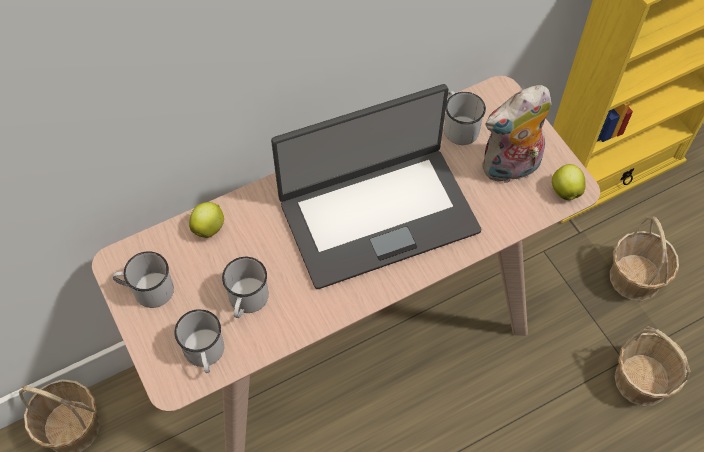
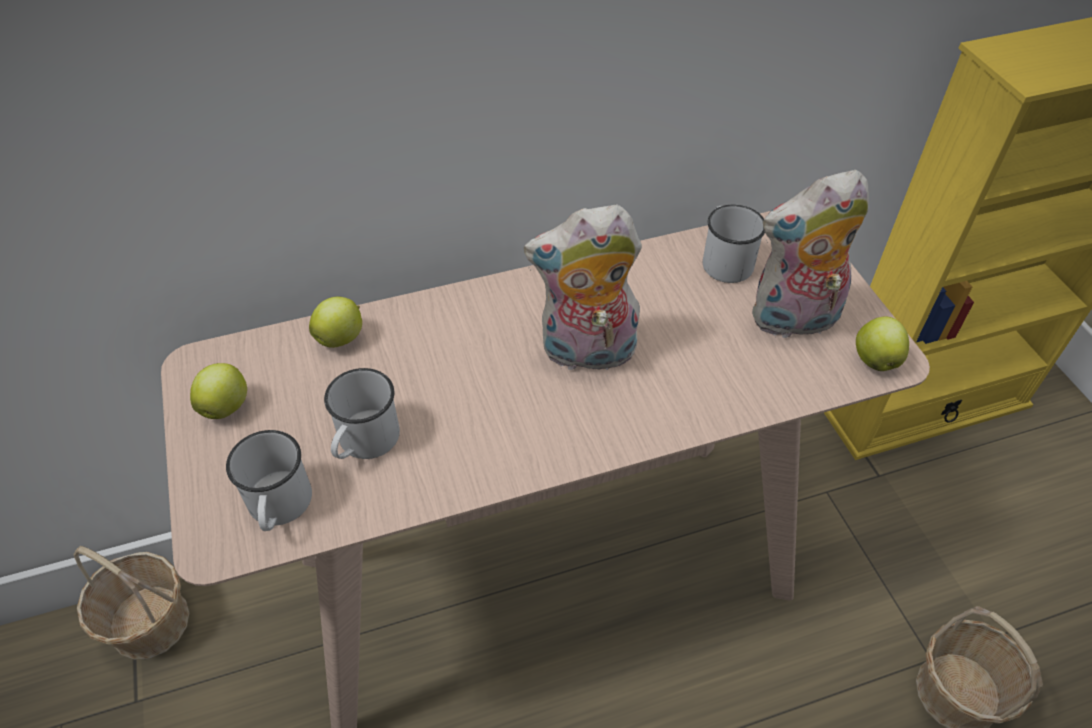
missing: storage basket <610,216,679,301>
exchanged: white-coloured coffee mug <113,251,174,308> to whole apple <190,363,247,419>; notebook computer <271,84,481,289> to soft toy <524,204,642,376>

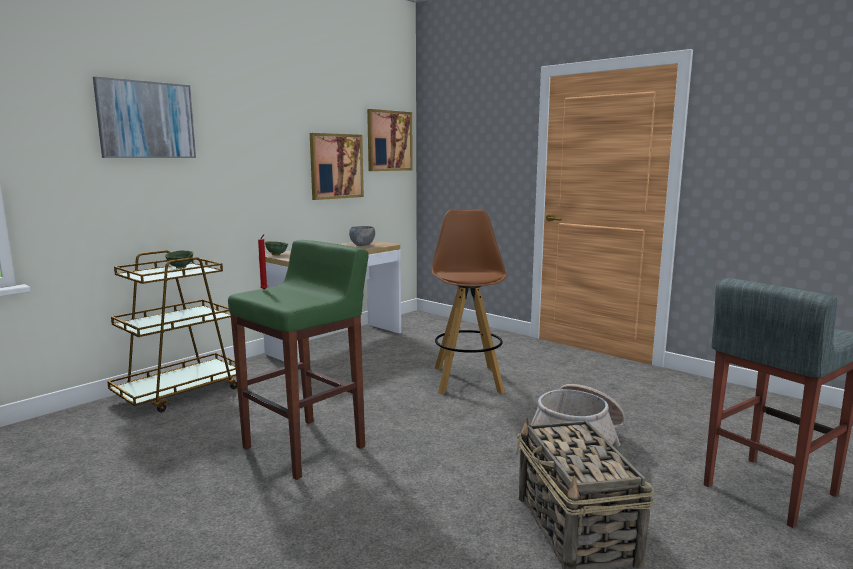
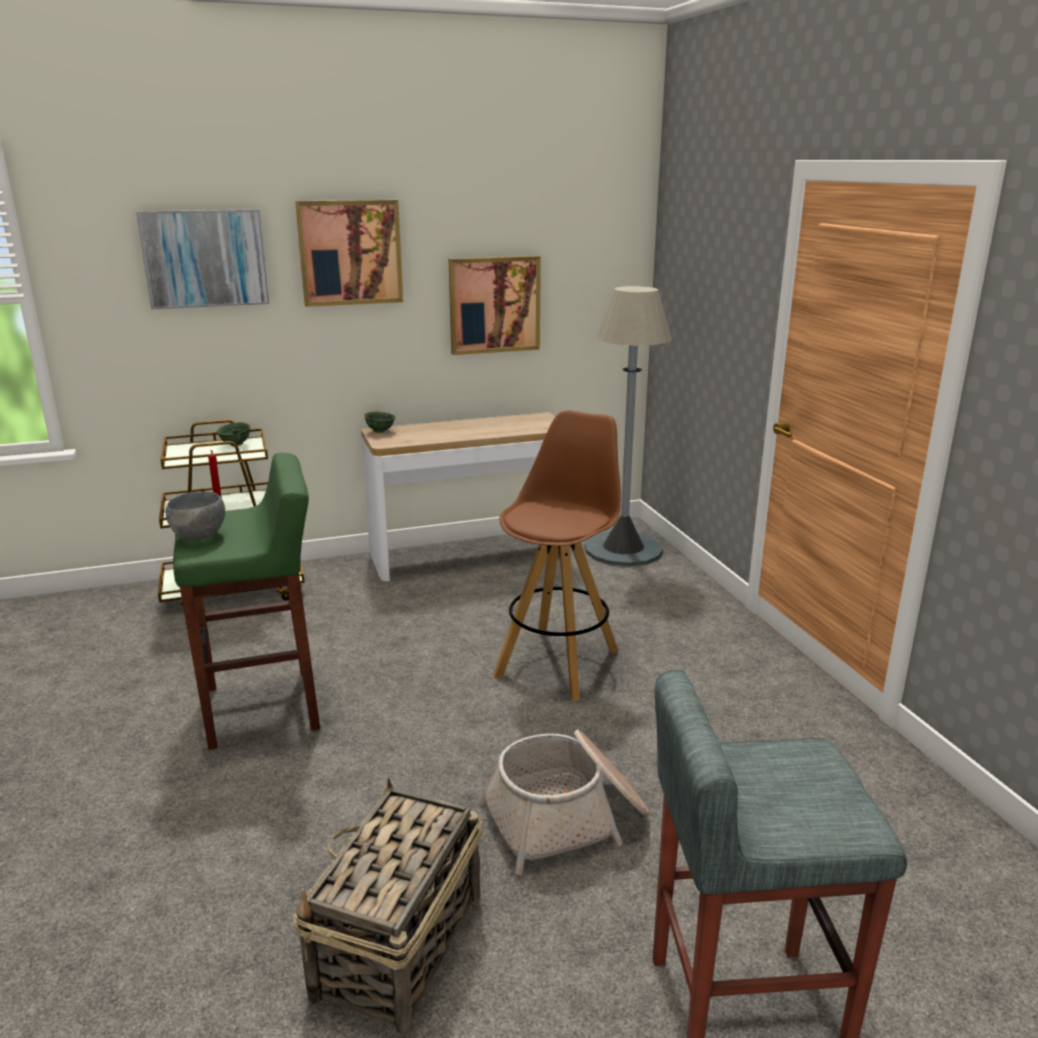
appeared: greyish standing lamp <585,286,672,567>
relocated: greyish bowl <349,226,375,246> to <165,492,225,541>; wall art <367,109,413,171> to <295,200,403,307>

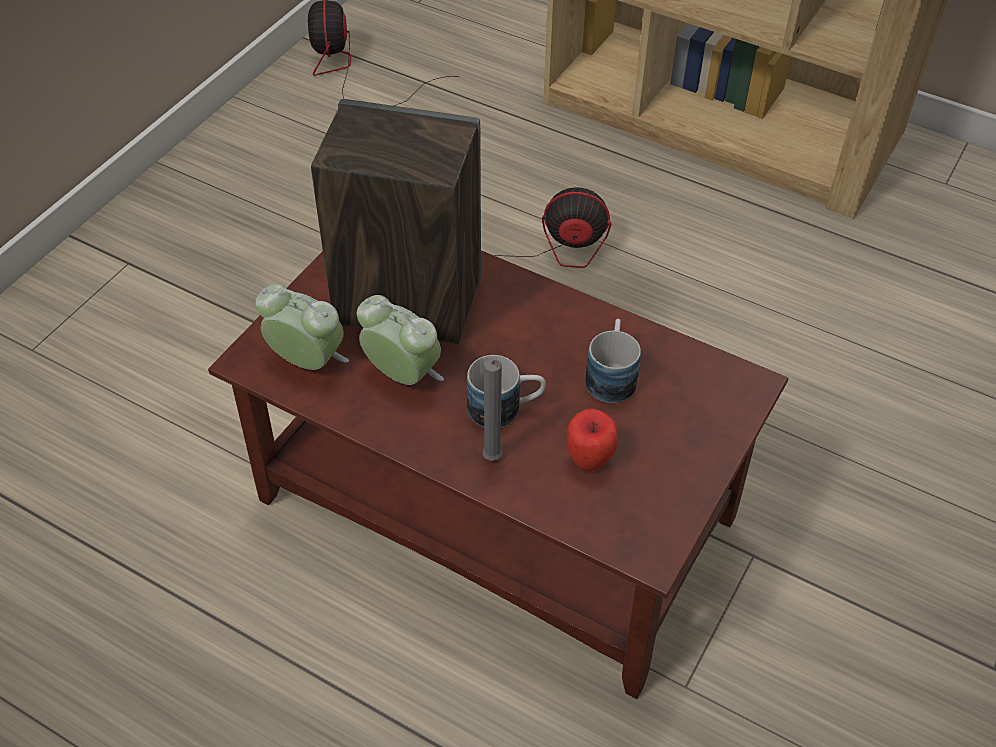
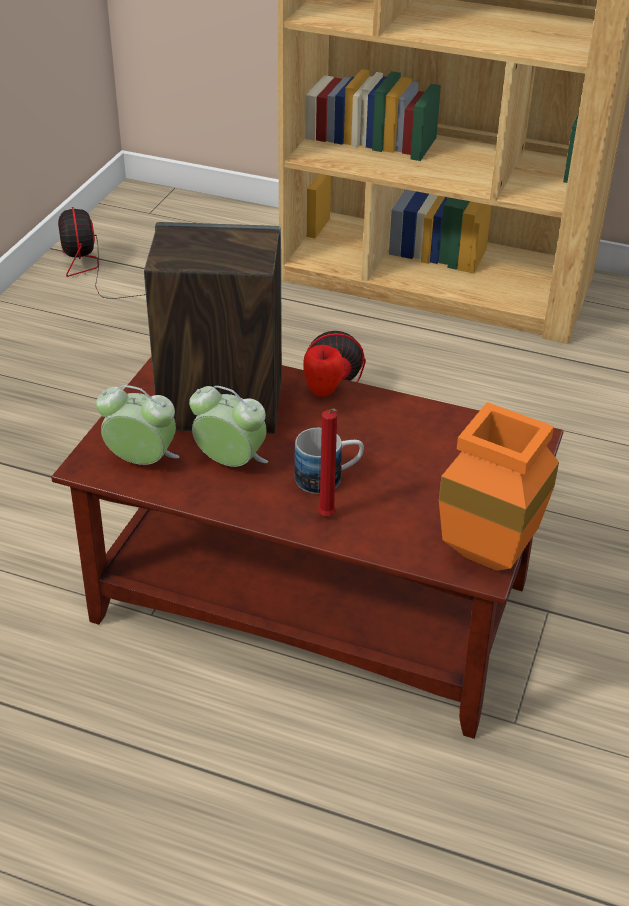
missing: coffee mug <585,319,641,403>
appeared: orange vase <439,402,559,571>
relocated: whole apple <567,408,618,472> to <303,345,344,397>
colour: greyish wax light <482,358,502,461> to red wax light <318,408,337,516>

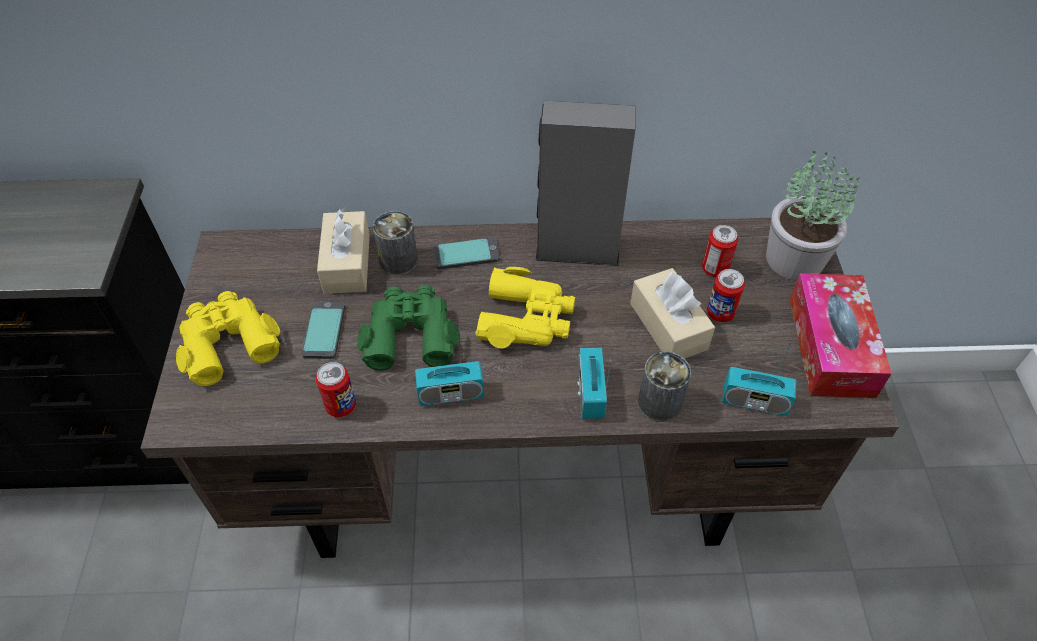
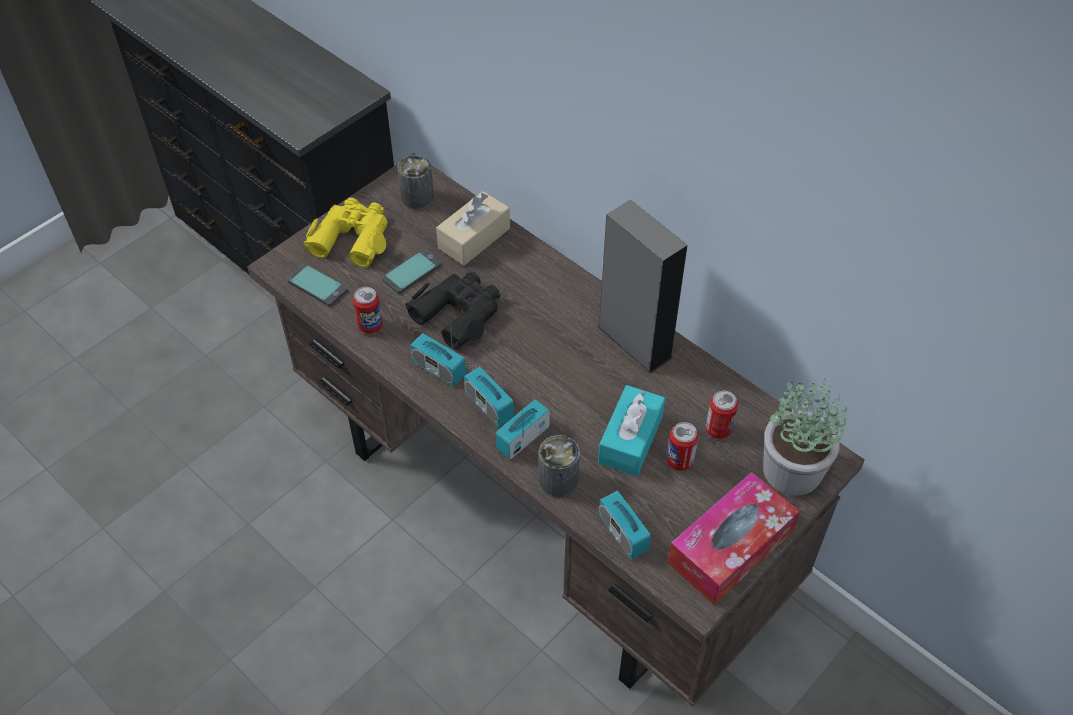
missing: yellow-coloured pair of binoculars <475,267,575,348>
appeared: radio set <464,363,514,427>
relocated: can <373,211,418,276> to <398,155,434,210>; handset <433,237,500,269> to <287,264,348,306>
colour: green-coloured pair of binoculars <357,285,460,371> to black-coloured pair of binoculars <405,272,500,349>; sand-coloured tissue holder <630,268,715,359> to blue-green tissue holder <598,385,665,476>

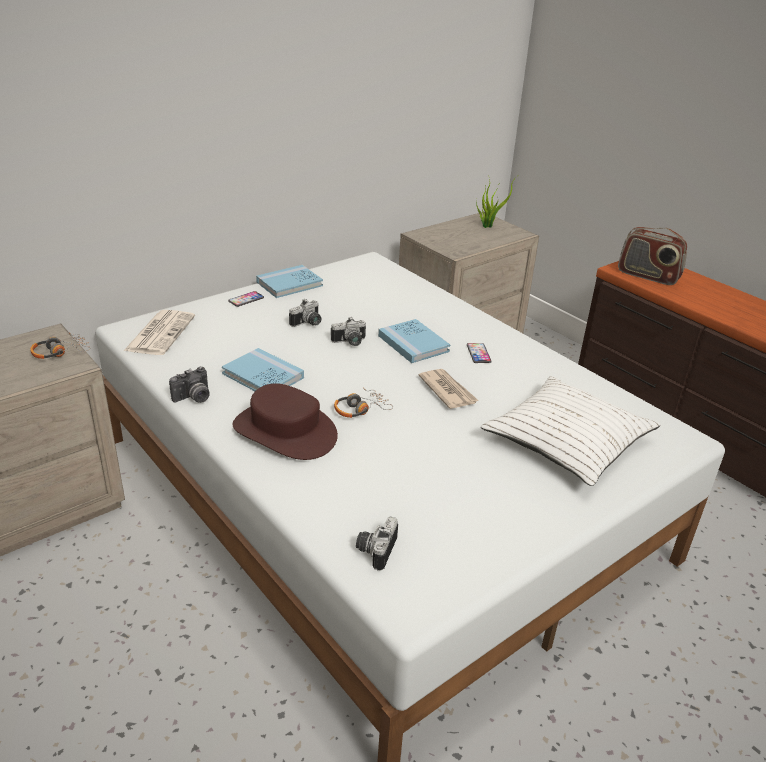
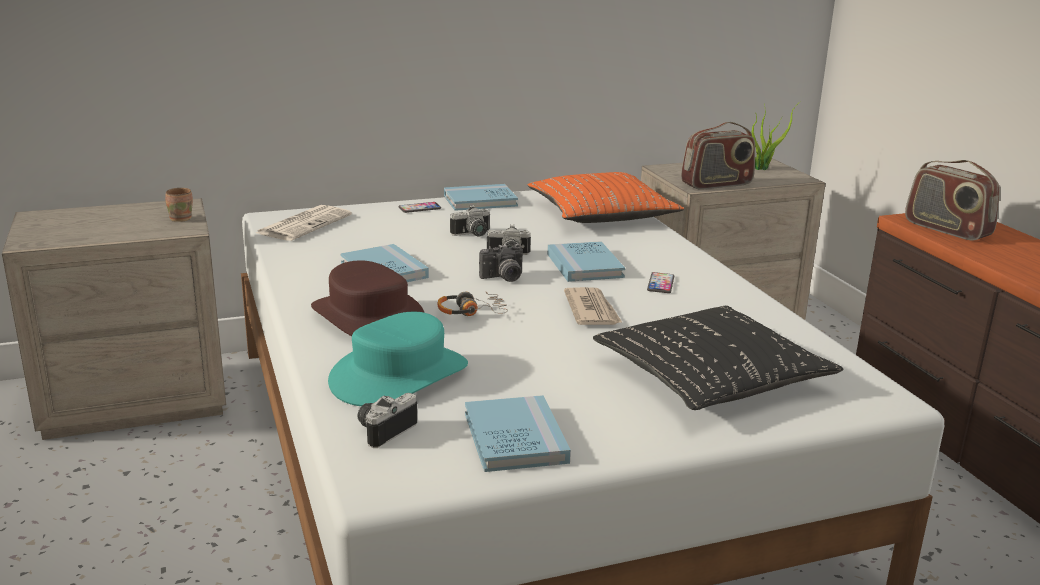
appeared: blue-green wearable hat <328,312,468,406>; blue book <465,395,571,472>; orange cushion <527,172,684,223>; radio set <681,122,755,189>
relocated: still camera <169,367,210,403> to <479,244,523,282>
exchanged: headset <30,332,89,359> to brownish coffee mug <165,188,193,222>
colour: white-coloured cushion <481,376,661,486> to black-coloured cushion <593,305,843,410>

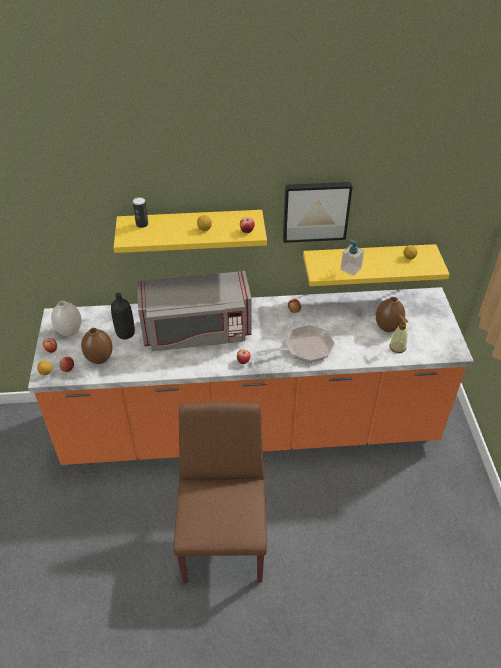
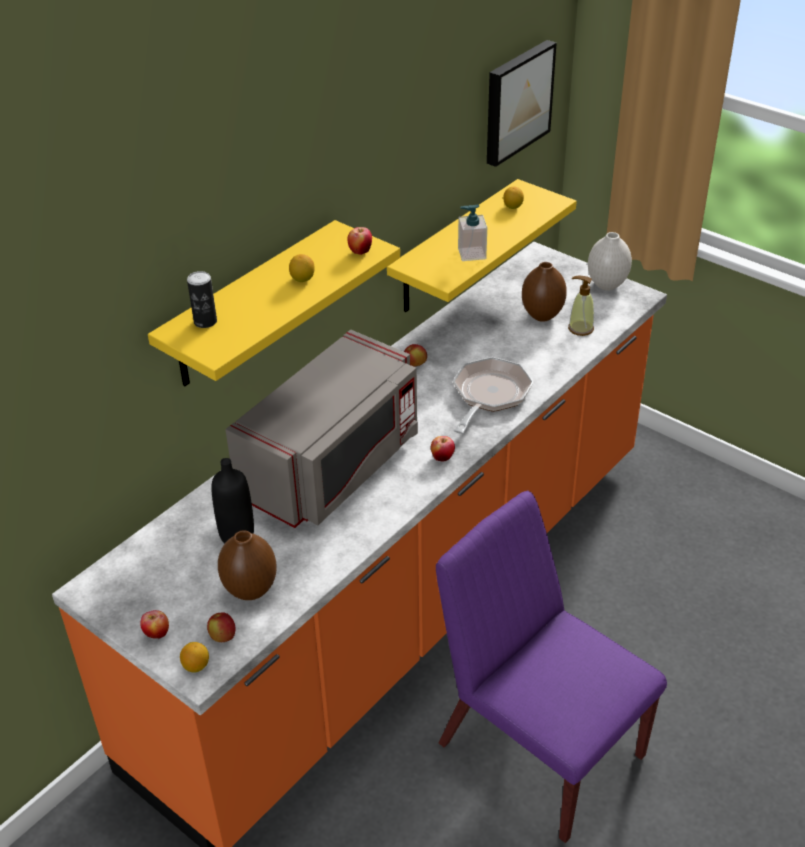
relocated: white-coloured vase <51,301,82,336> to <588,232,632,291>; wall art <283,182,353,243> to <487,40,557,167>
colour: brownish chair <173,402,267,583> to purple-coloured chair <436,491,667,843>

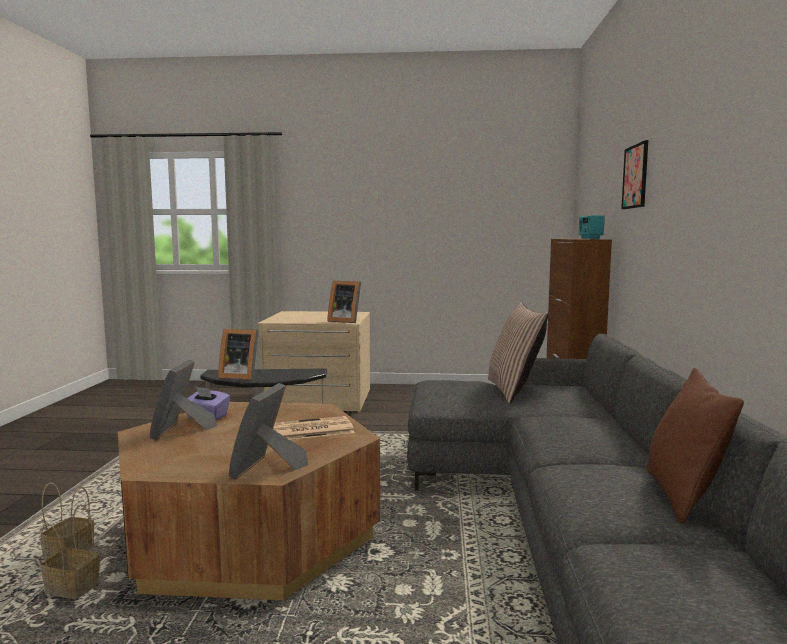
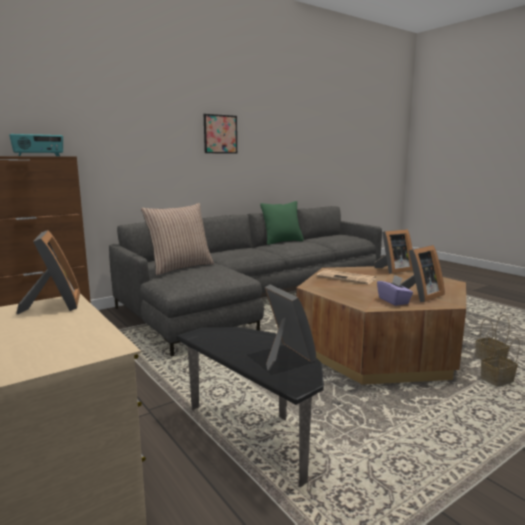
relocated: wall art <621,140,648,209> to <204,114,237,154>
colour: brownish cushion <647,368,744,524> to green-coloured cushion <260,201,304,245>

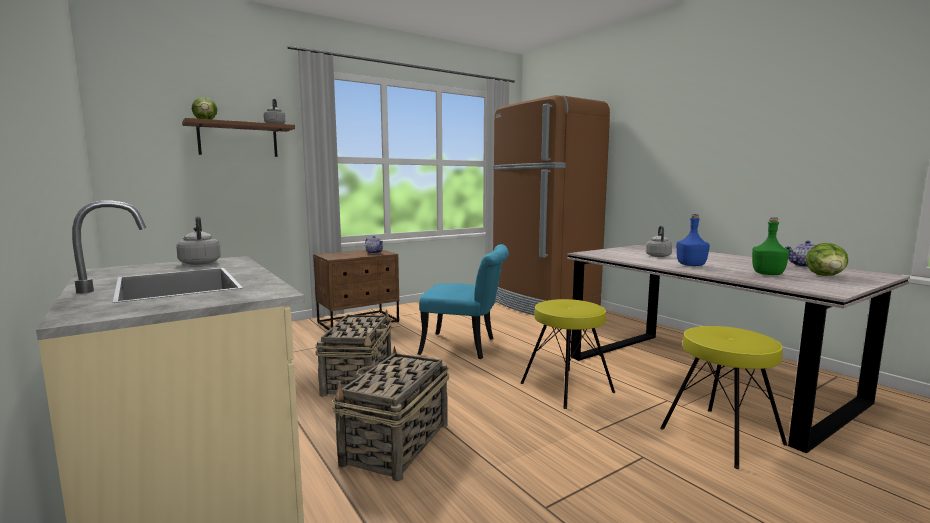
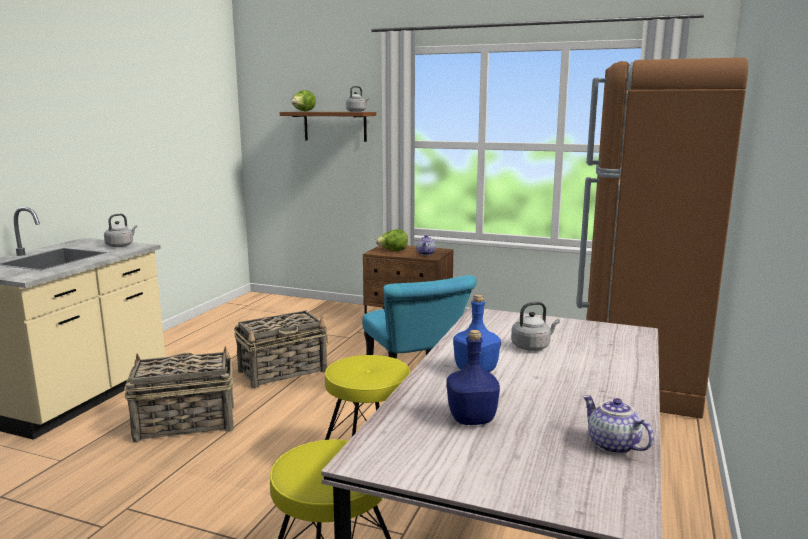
relocated: head of lettuce <806,243,848,276> to <375,229,408,251>
colour: green-coloured drink bottle <752,217,789,275> to blue drink bottle <447,330,500,425>

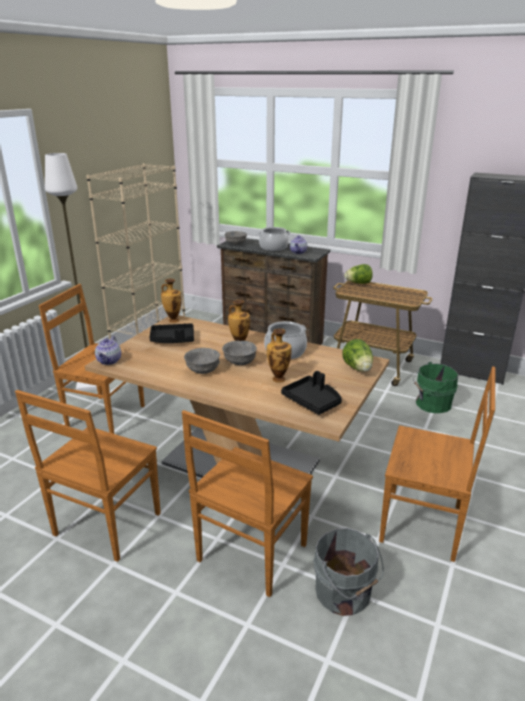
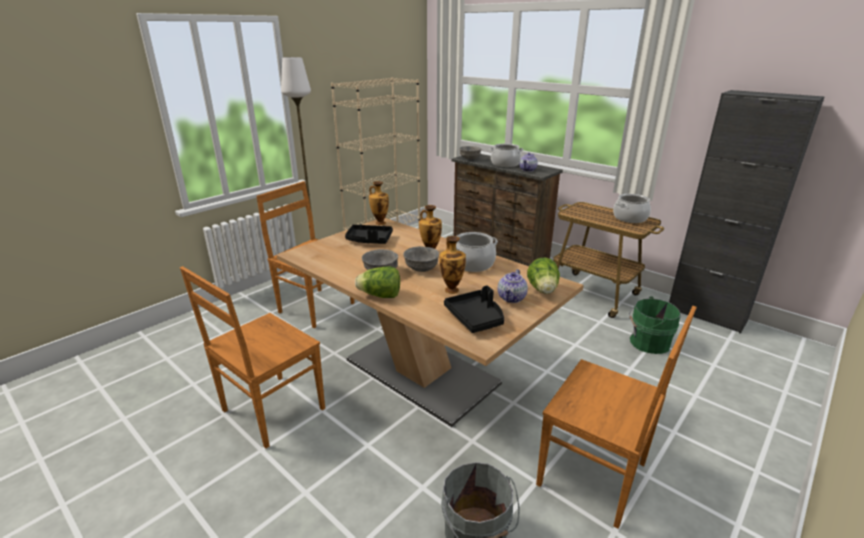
missing: brownish chair <182,410,313,597>
appeared: cooking pot <613,194,651,223>
relocated: teapot <95,336,121,365> to <498,269,528,303>; head of lettuce <344,264,373,284> to <355,266,400,298>

